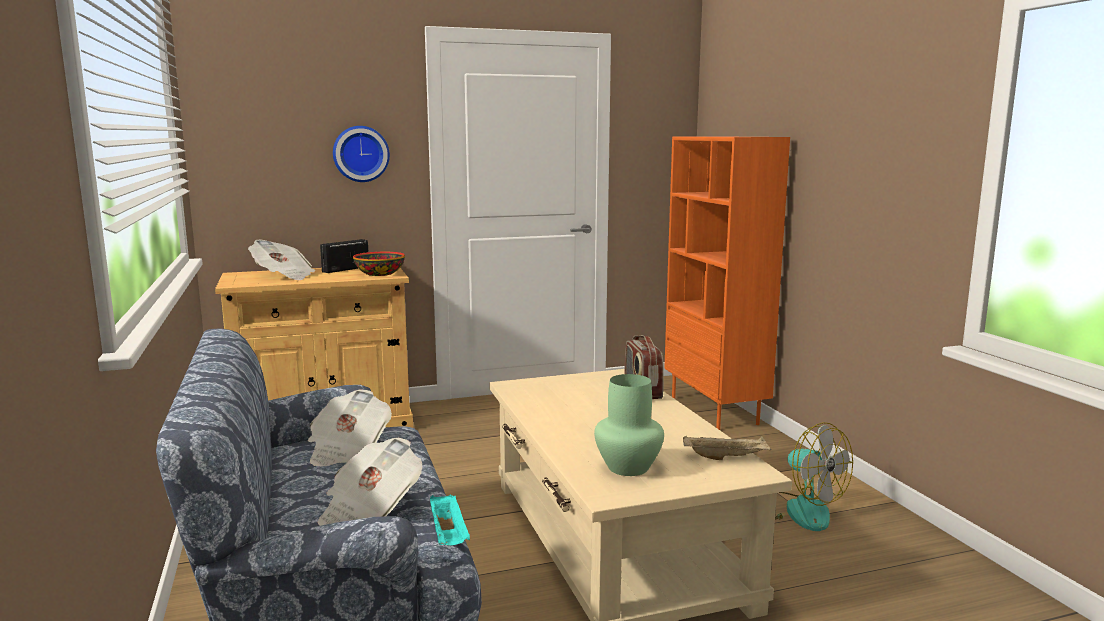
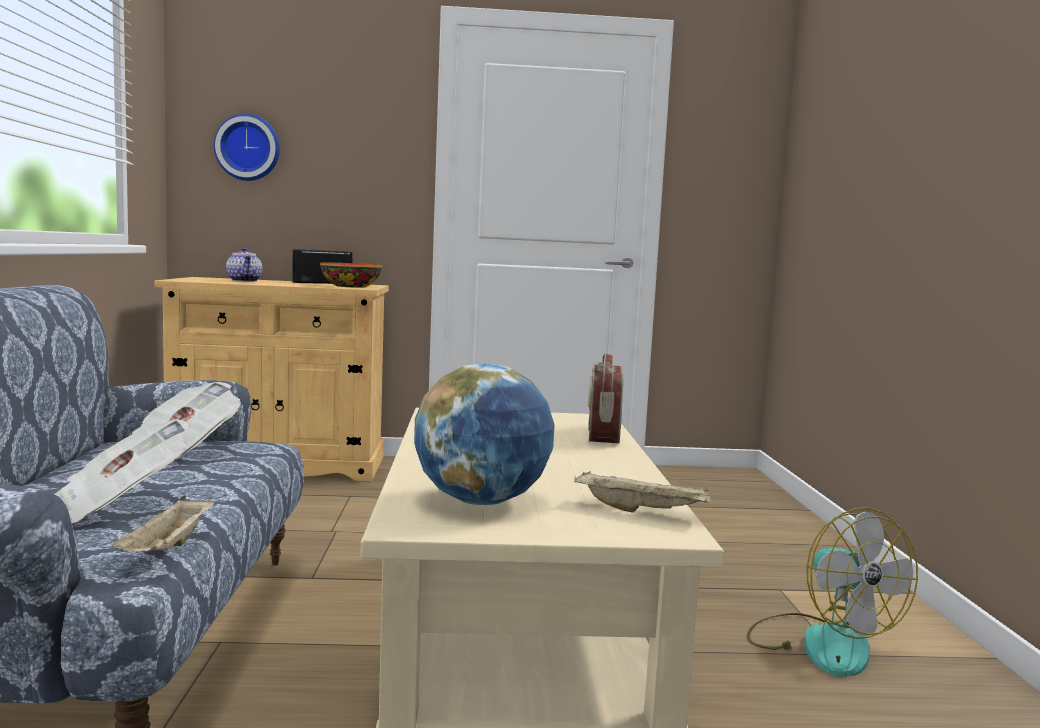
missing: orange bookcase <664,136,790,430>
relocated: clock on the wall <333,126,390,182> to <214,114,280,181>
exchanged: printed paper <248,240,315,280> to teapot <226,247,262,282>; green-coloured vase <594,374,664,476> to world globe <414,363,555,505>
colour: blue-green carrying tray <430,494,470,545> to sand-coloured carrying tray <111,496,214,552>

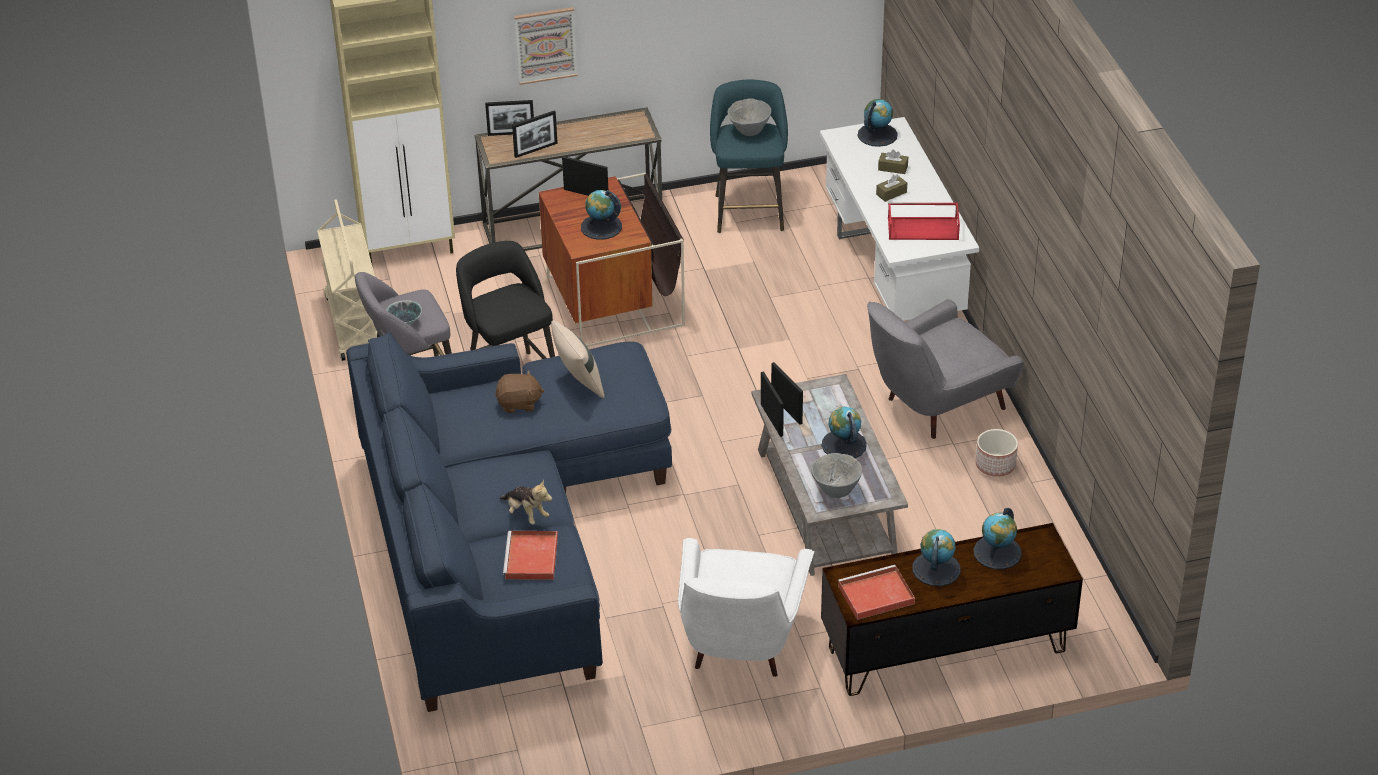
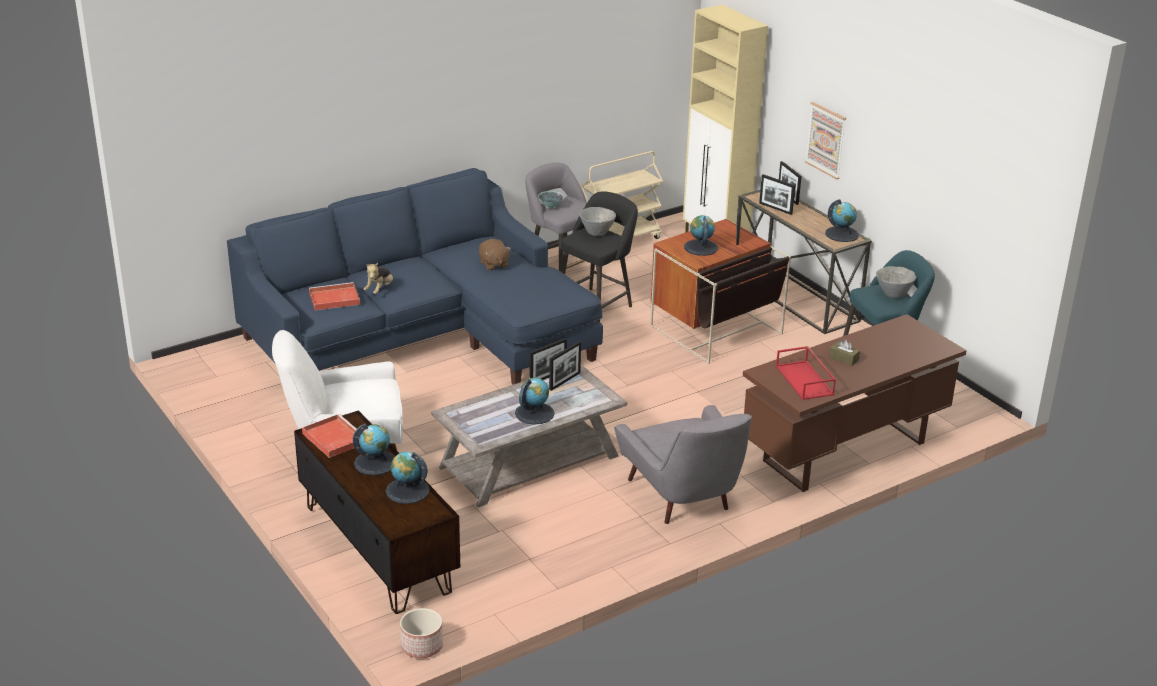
missing: sand-coloured cushion <551,320,604,398>; brownish tissue holder <878,150,908,174>
relocated: greyish bowl <811,453,862,498> to <579,207,616,236>; world globe <858,99,898,147> to <825,199,859,242>; plant pot <976,429,1018,477> to <400,608,443,658>
colour: white-coloured desk <820,117,979,321> to brownish desk <743,314,967,492>
spun: greyish easy chair <867,299,1024,439> = <614,405,752,524> 150 degrees counterclockwise

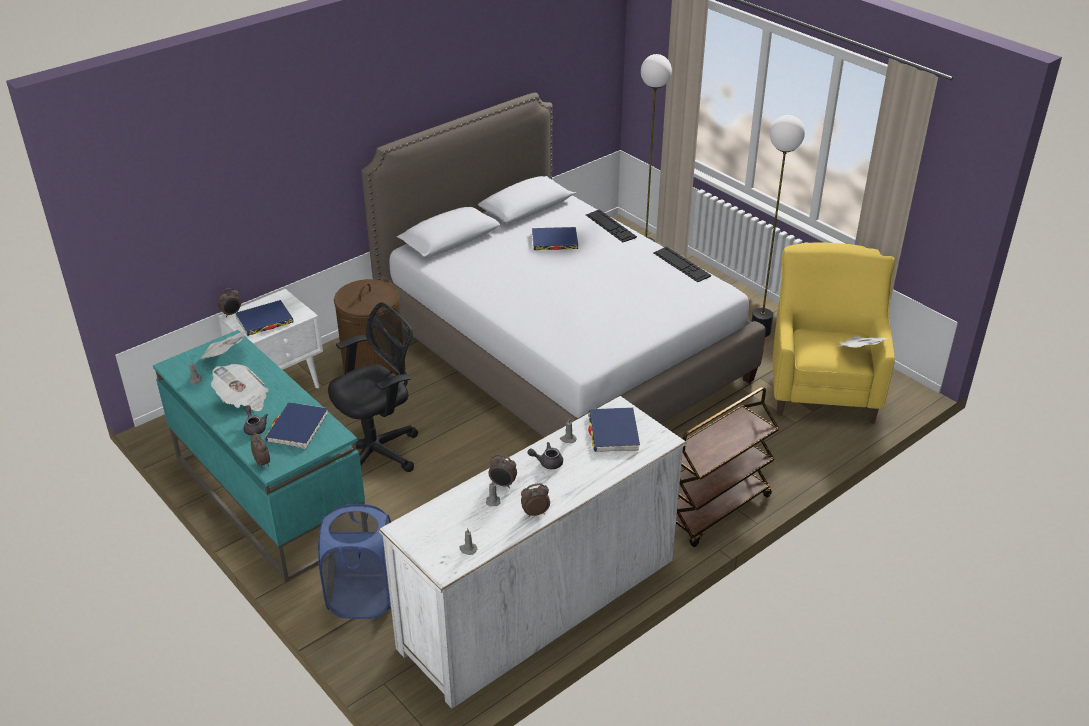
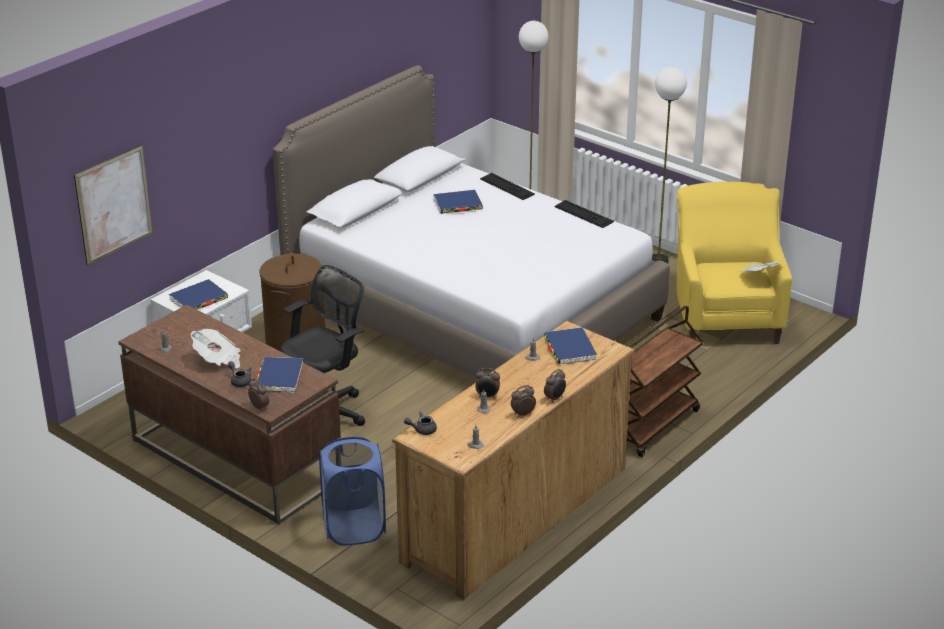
missing: printed paper <198,331,247,360>
appeared: wall art <74,145,153,265>
relocated: alarm clock <218,288,241,317> to <544,369,566,403>; greyish teapot <527,442,563,469> to <404,411,437,435>
colour: blue-green desk <153,330,365,582> to brownish desk <118,305,341,524>; white-coloured drawer chest <379,396,687,708> to brownish drawer chest <392,321,635,600>

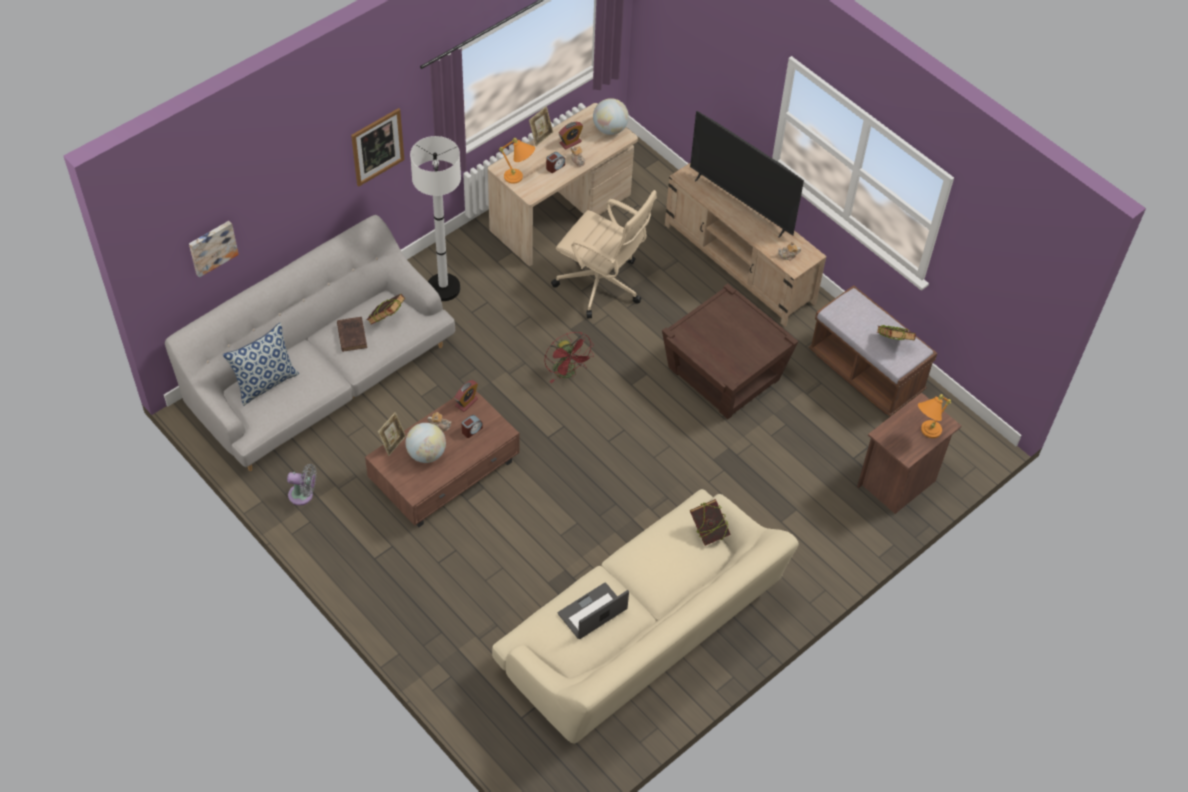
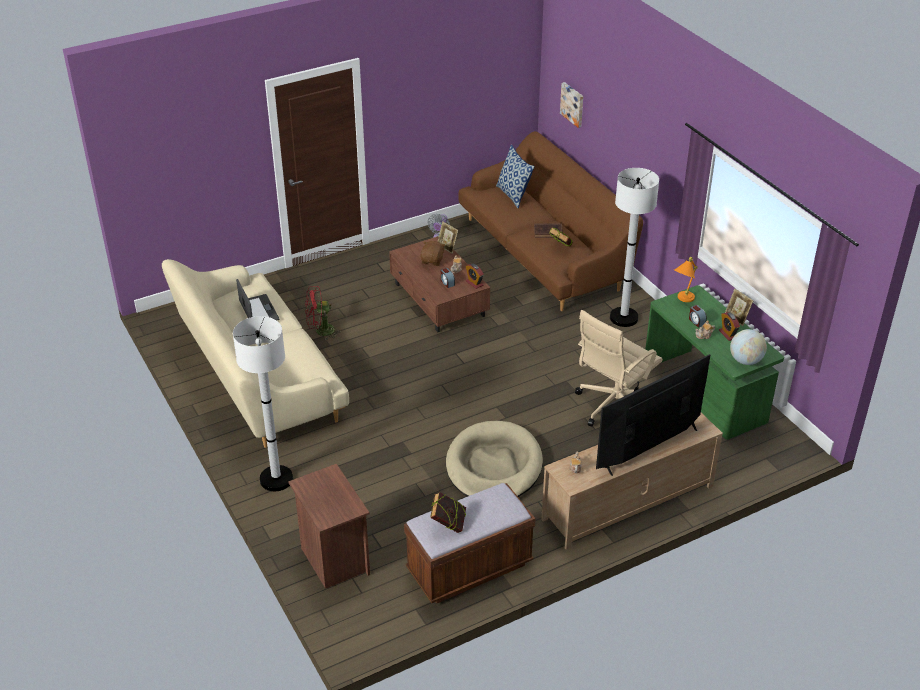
missing: wall art <351,108,404,187>; book <690,499,731,546>; orange lamp for a table <918,394,951,438>
appeared: white-coloured standing lamp <233,316,293,491>
relocated: red fan <544,332,594,383> to <305,286,340,340>
exchanged: world globe <405,423,446,463> to brownish soft toy <420,241,445,266>; brownish end table <662,283,798,419> to sand-coloured dog cushion <446,421,543,497>
colour: greyish couch <165,215,455,471> to brownish couch <459,131,643,311>; sand-coloured desk <488,103,638,266> to green-coloured desk <645,285,784,440>

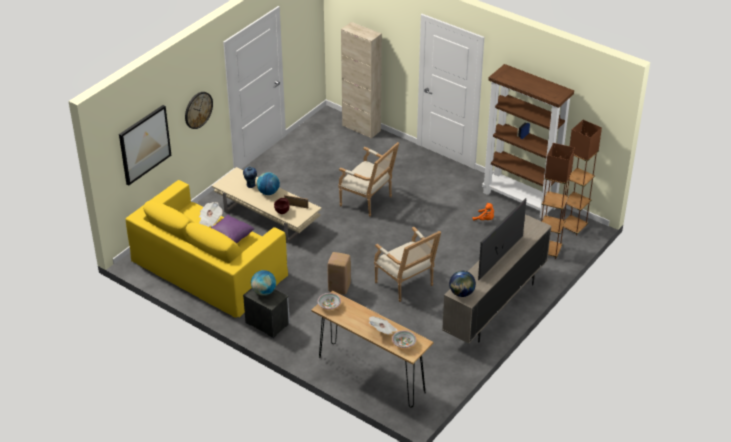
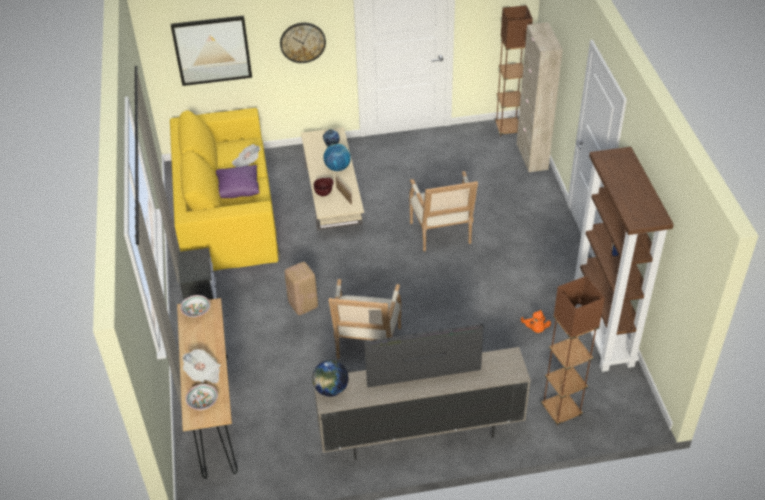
missing: world globe <251,270,276,296>
relocated: brownish standing lamp <562,120,602,236> to <495,5,533,136>

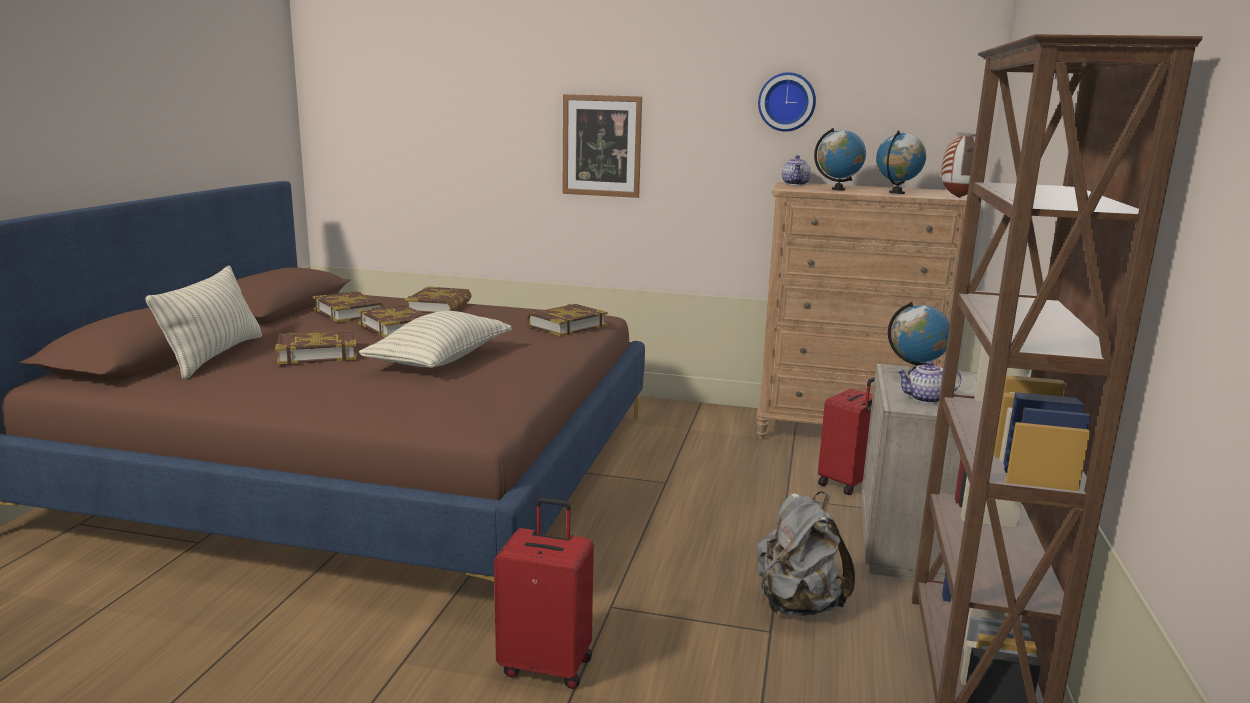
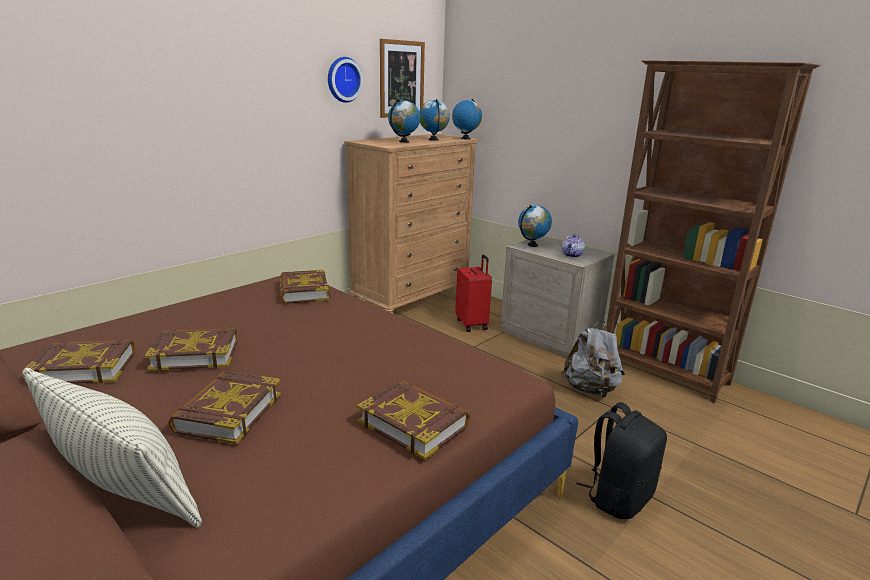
missing: cushion <359,311,512,368>; teapot <782,155,811,185>
relocated: book <405,286,472,313> to <357,380,470,460>; wall art <563,94,642,198> to <380,39,425,118>
exchanged: red travel case <494,497,594,689> to black-coloured backpack <576,402,667,519>; vase <941,133,976,198> to world globe <452,99,482,140>

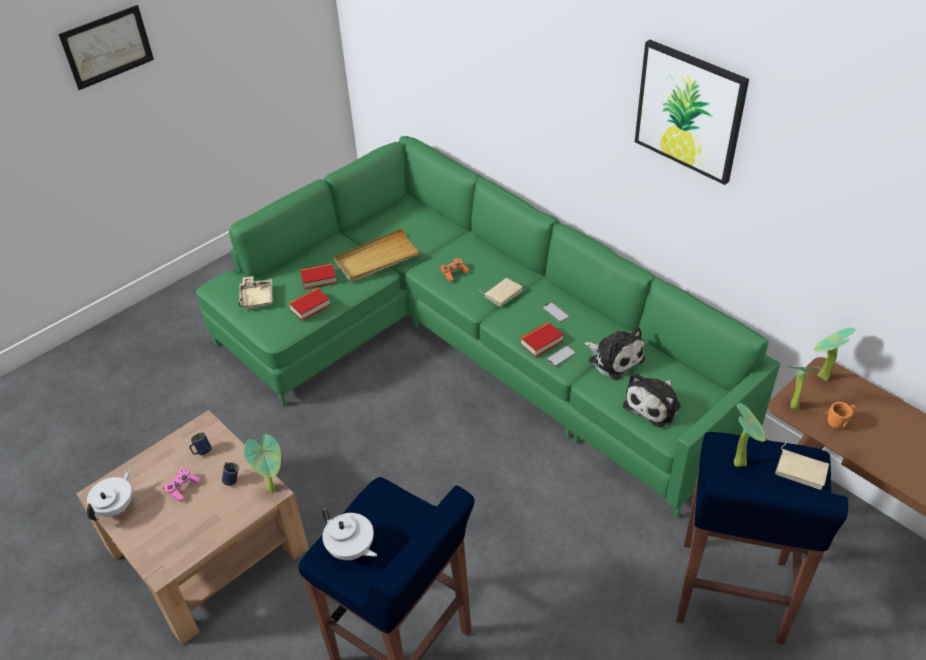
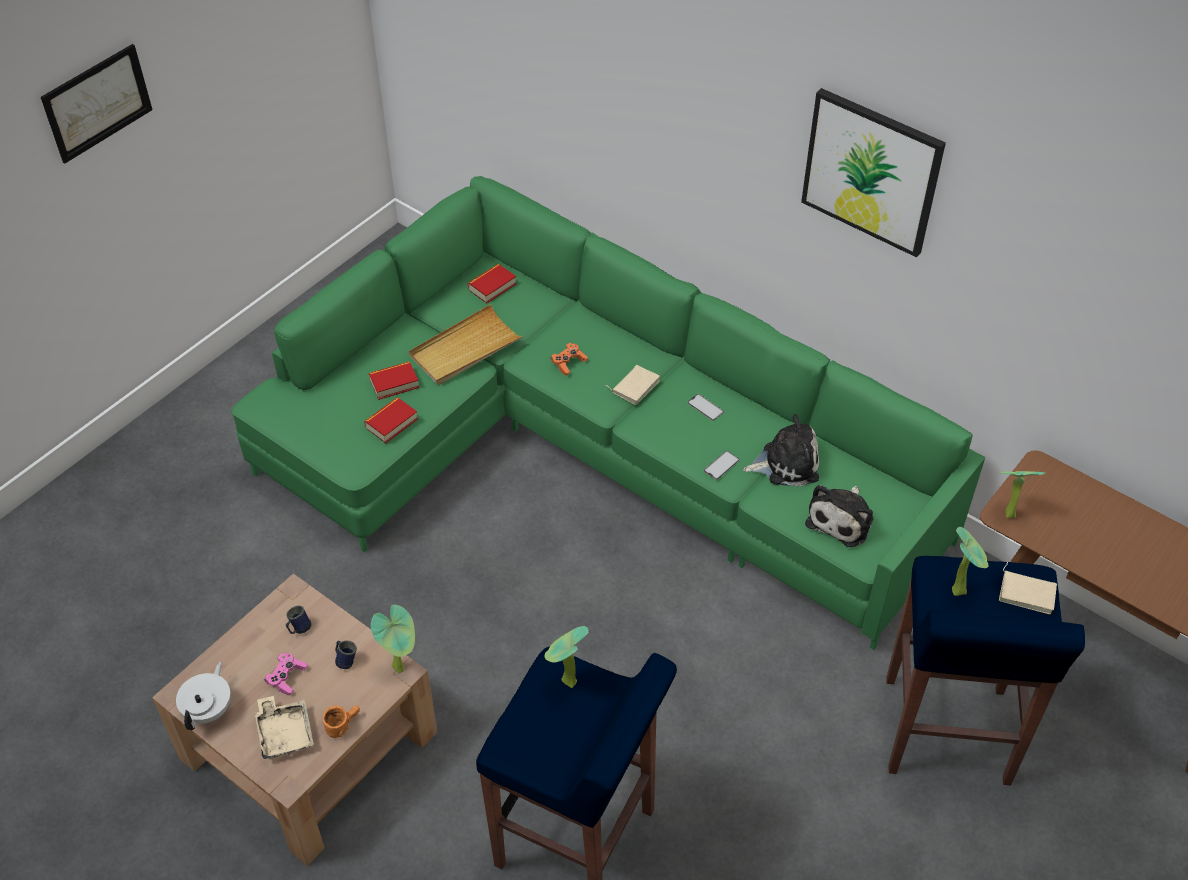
missing: white-coloured teapot <322,508,377,560>
relocated: sand-coloured carrying tray <238,276,273,309> to <255,696,314,759>; book <520,322,564,357> to <468,264,516,303>; potted plant <814,328,856,381> to <545,626,588,688>; orange coffee mug <826,402,856,429> to <322,706,360,738>
spun: soft toy <584,327,645,380> = <743,414,819,487> 45 degrees counterclockwise

